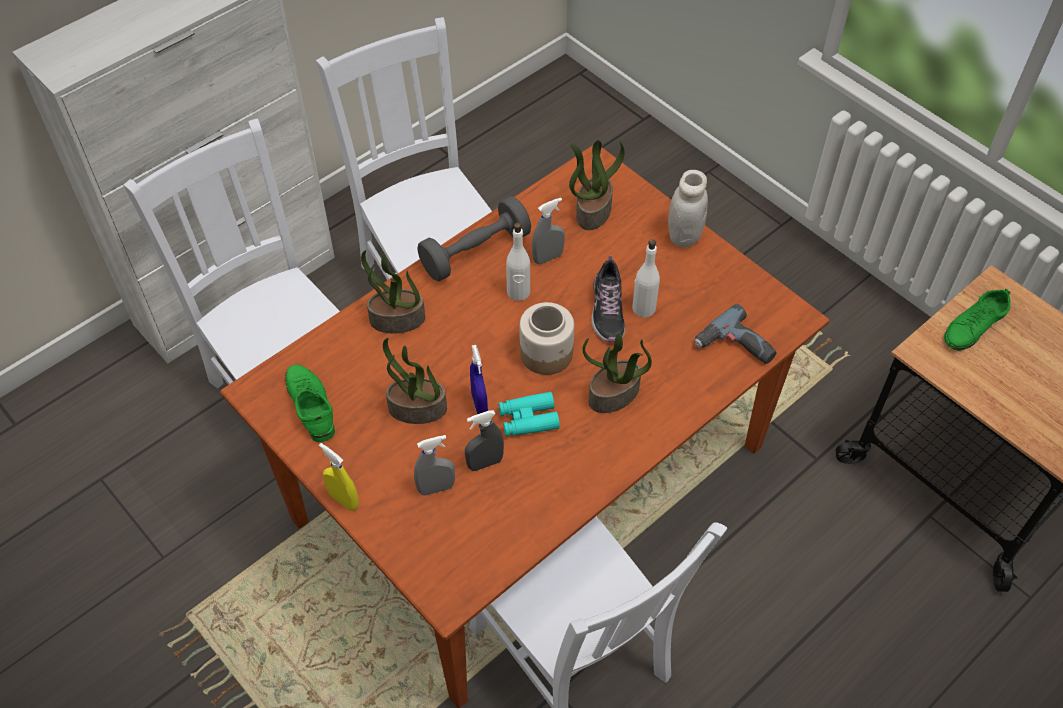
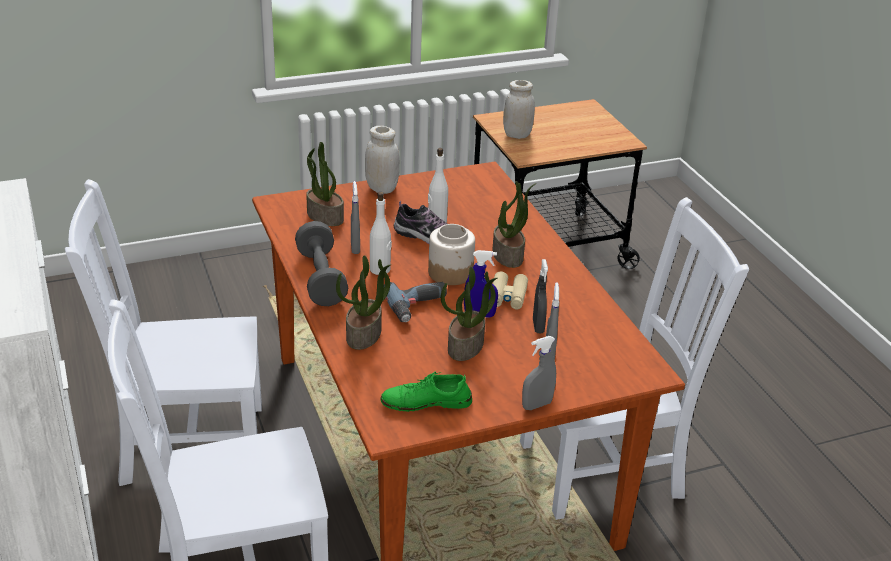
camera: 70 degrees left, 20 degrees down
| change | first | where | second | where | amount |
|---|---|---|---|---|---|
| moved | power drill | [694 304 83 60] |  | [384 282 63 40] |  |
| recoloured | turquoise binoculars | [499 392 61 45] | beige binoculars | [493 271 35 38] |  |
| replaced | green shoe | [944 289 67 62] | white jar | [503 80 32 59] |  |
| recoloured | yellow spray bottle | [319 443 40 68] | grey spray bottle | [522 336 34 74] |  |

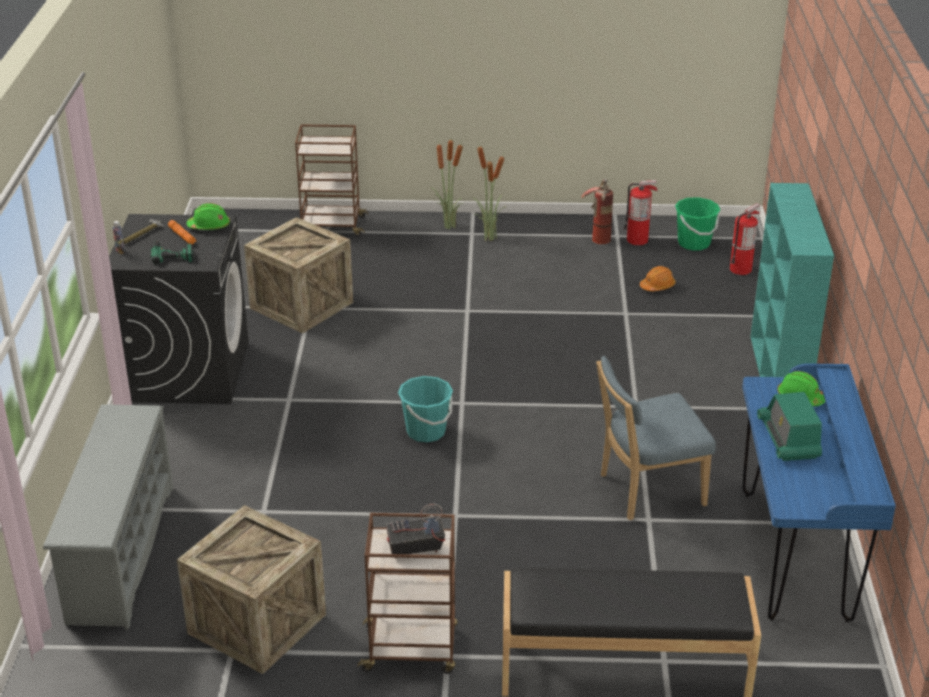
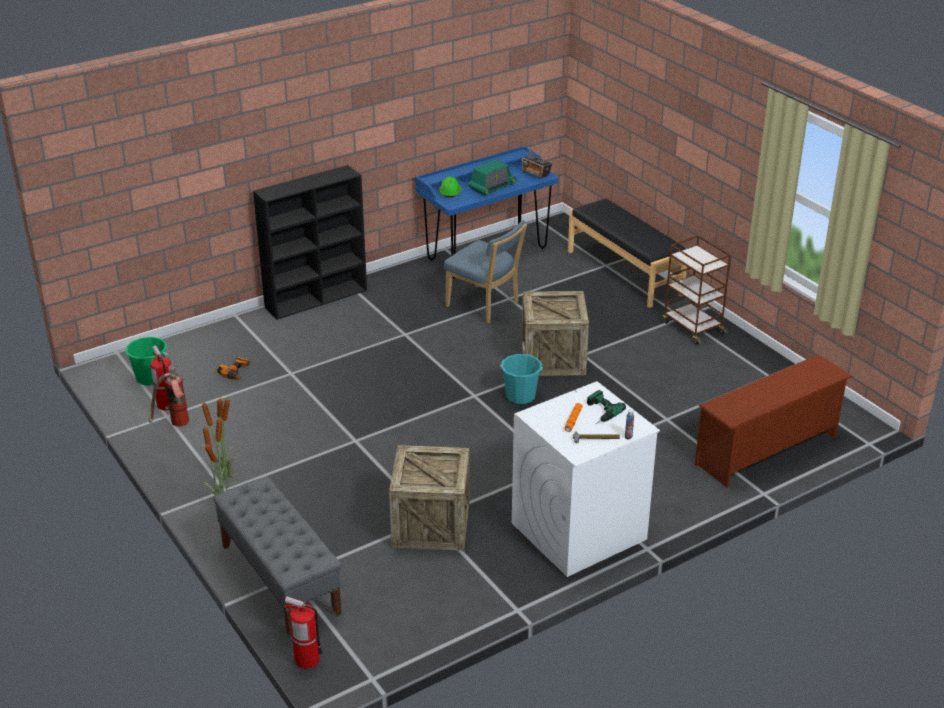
camera: 125 degrees left, 0 degrees up
| change | first | where | second | where | amount |
|---|---|---|---|---|---|
| replaced | brown cart | [295 124 73 113] | grey bench | [213 477 128 160] |  |
| replaced | orange hard hat | [640 266 36 25] | power drill | [217 357 33 24] |  |
| recoloured | turquoise bookcase | [750 183 84 194] | black bookcase | [253 165 114 155] |  |
| moved | fire extinguisher | [730 203 30 72] |  | [284 596 39 73] |  |
| recoloured | black washing machine | [109 214 140 190] | white washing machine | [512 381 148 196] |  |
| moved | radio | [386 504 59 54] |  | [521 140 31 39] |  |
| moved | crate | [177 505 149 169] |  | [522 291 67 85] |  |
| recoloured | grey shoe rack | [43 404 130 225] | brown shoe rack | [695 355 158 132] |  |
| removed | green hard hat | [187 203 43 27] |  |  |  |

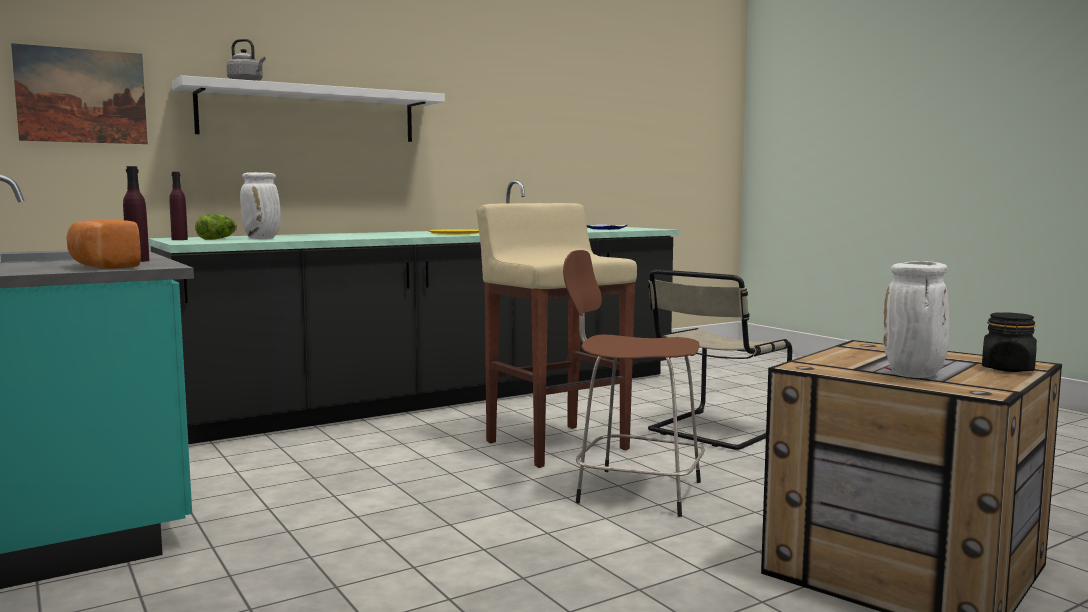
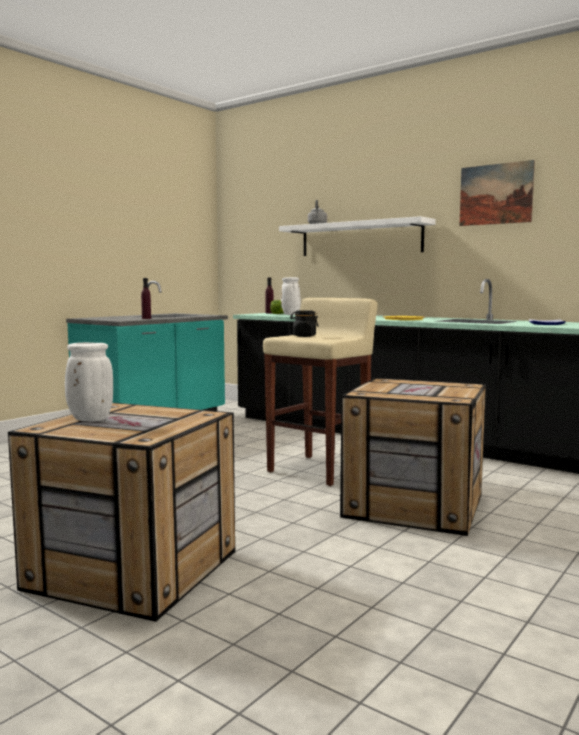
camera: 70 degrees right, 0 degrees up
| change | first | where | second | where | amount |
|---|---|---|---|---|---|
| moved | black jar | [982 312 55 60] |  | [290 310 28 27] |  |
| replaced | beige chair | [648 269 144 181] | crate | [340 378 146 158] |  |
| moved | picture | [11 43 137 101] |  | [459 160 76 66] |  |
| removed | bread | [66 219 75 50] |  |  |  |
| removed | brown stool | [563 250 142 267] |  |  |  |

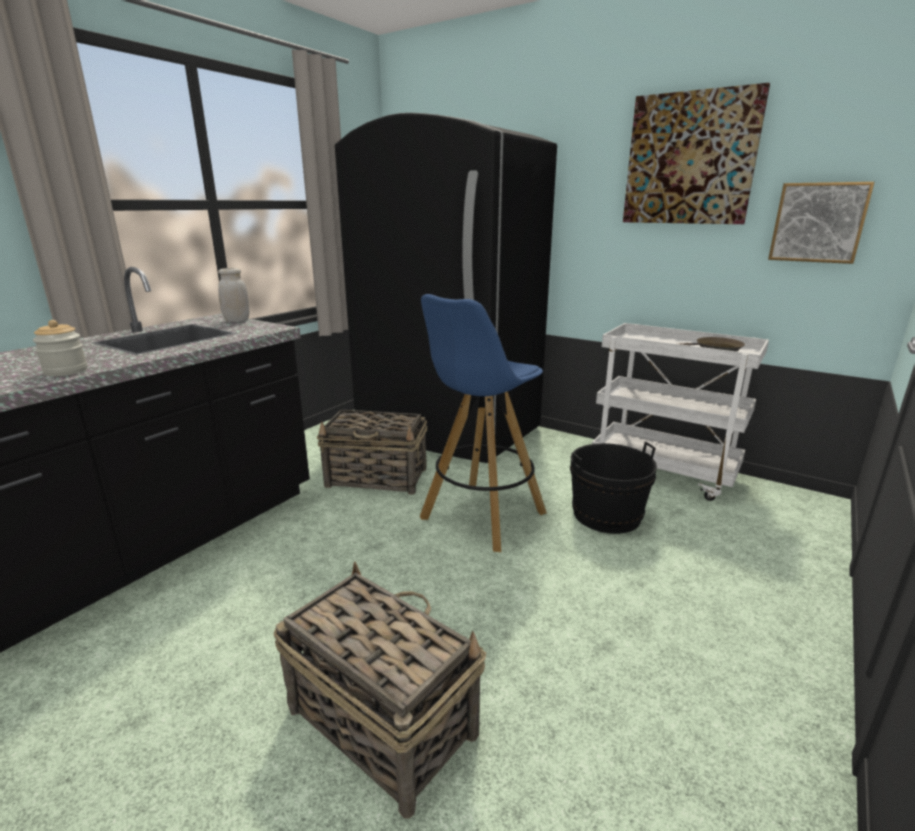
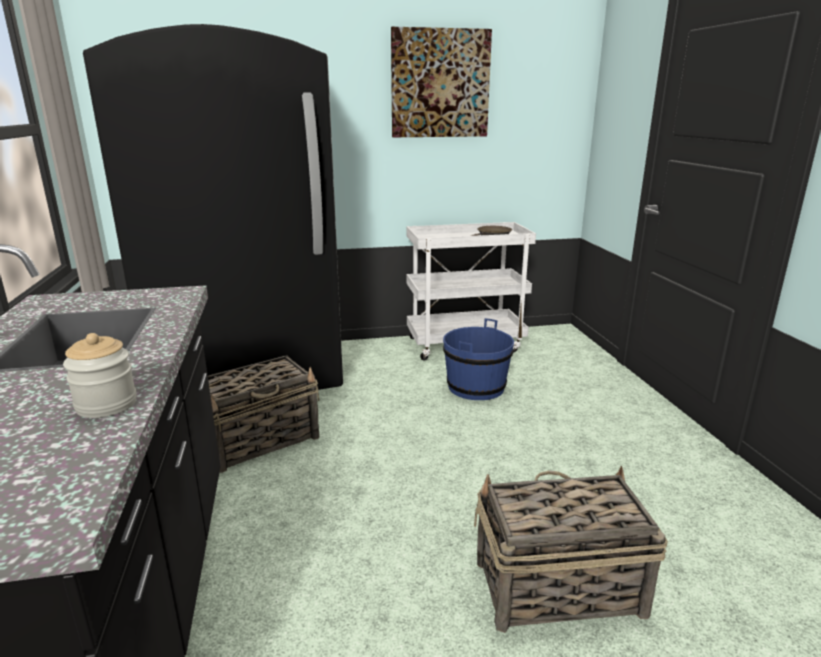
camera: 45 degrees left, 0 degrees up
| change | first | where | second | where | amount |
|---|---|---|---|---|---|
| recoloured | black bucket | [570 442 87 92] | blue bucket | [443 318 71 82] |  |
| removed | white jar | [218 268 32 54] |  |  |  |
| removed | blue stool | [420 294 127 258] |  |  |  |
| removed | picture | [768 182 107 82] |  |  |  |

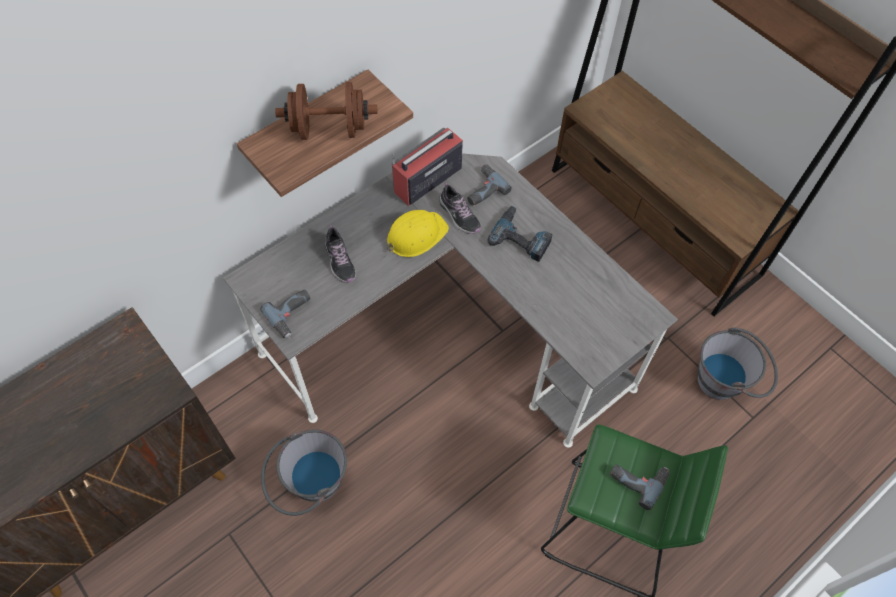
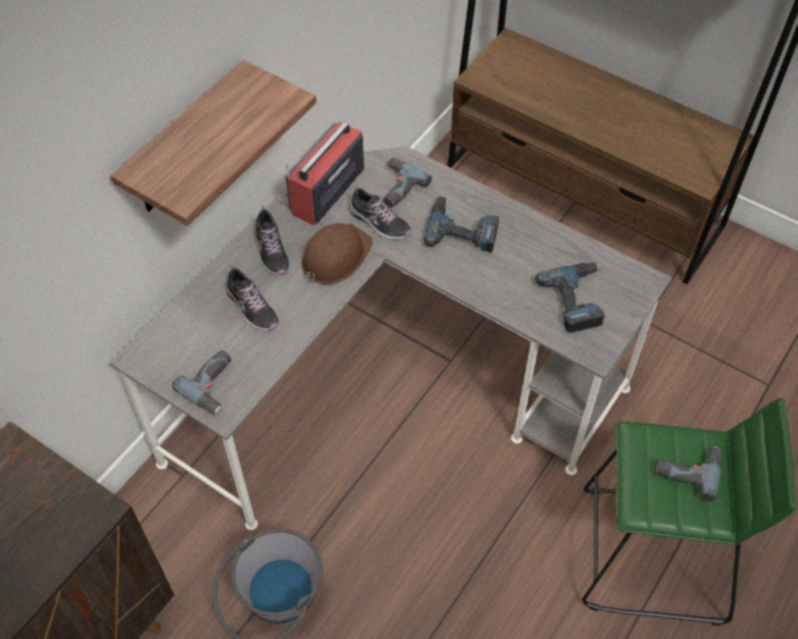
camera: 15 degrees left, 5 degrees down
| change | first | where | second | where | amount |
|---|---|---|---|---|---|
| added |  |  | shoe | [255 206 35 69] |  |
| recoloured | yellow hard hat | [387 210 62 47] | brown hard hat | [301 223 72 62] |  |
| added |  |  | power drill | [535 262 70 71] |  |
| removed | brown dumbbell | [275 82 103 58] |  |  |  |
| removed | grey bucket | [698 327 80 73] |  |  |  |

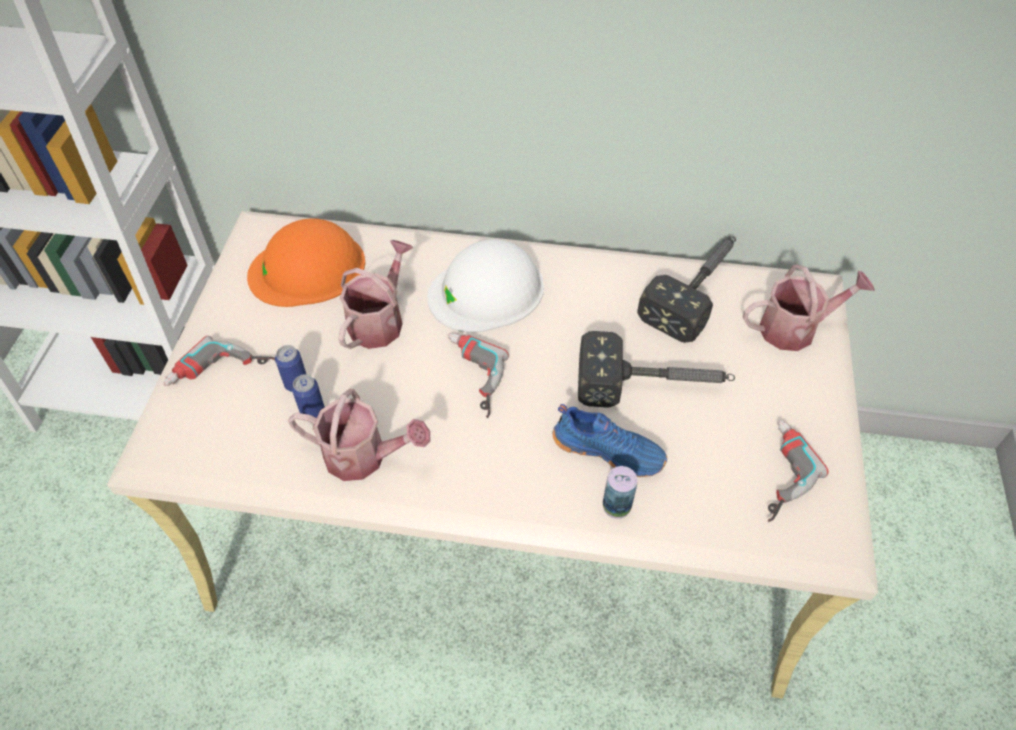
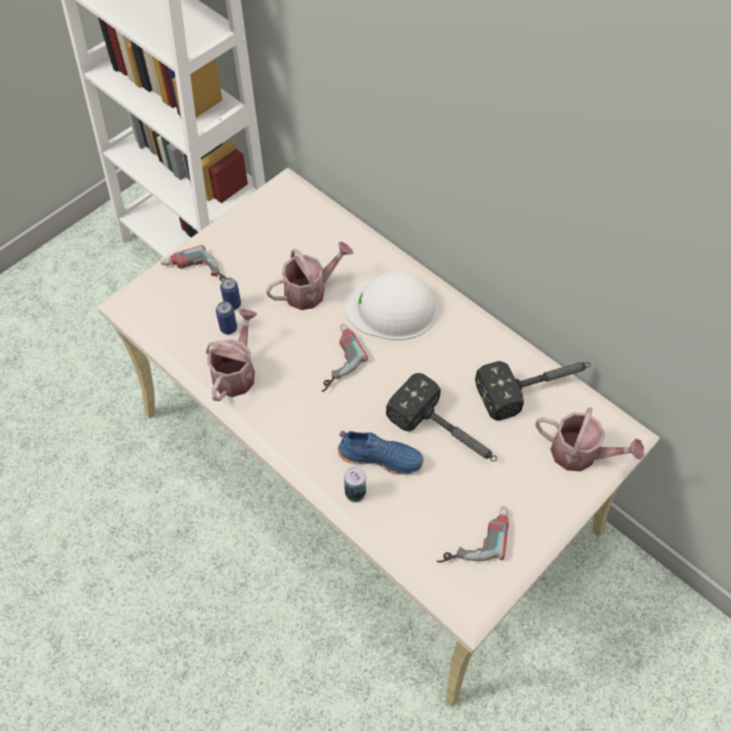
camera: 35 degrees right, 5 degrees up
| change | first | where | second | where | amount |
|---|---|---|---|---|---|
| turned | watering can | [288 388 142 93] |  | [206 309 51 92] | 120 degrees counterclockwise |
| turned | blue shoe | [553 404 114 73] |  | [338 431 86 44] | 45 degrees counterclockwise |
| removed | orange hard hat | [247 218 118 89] |  |  |  |

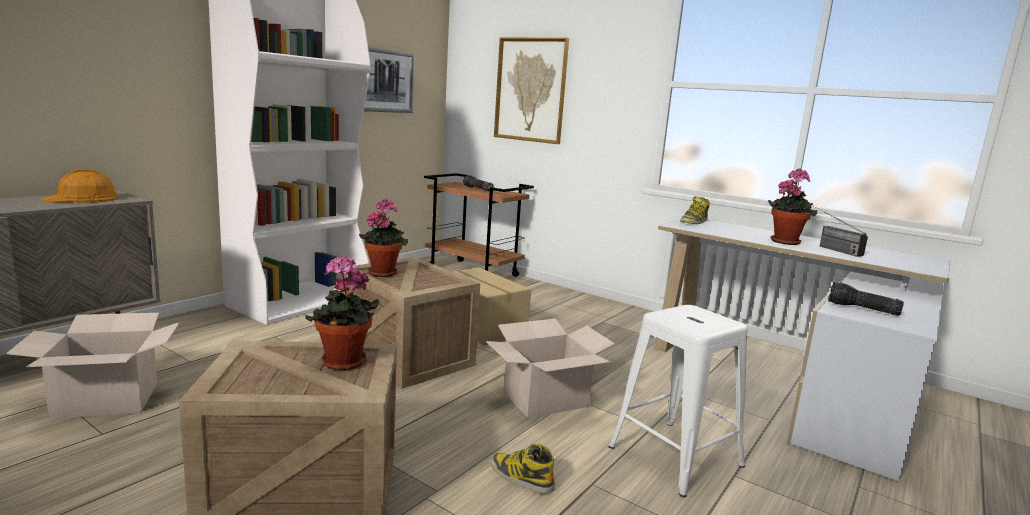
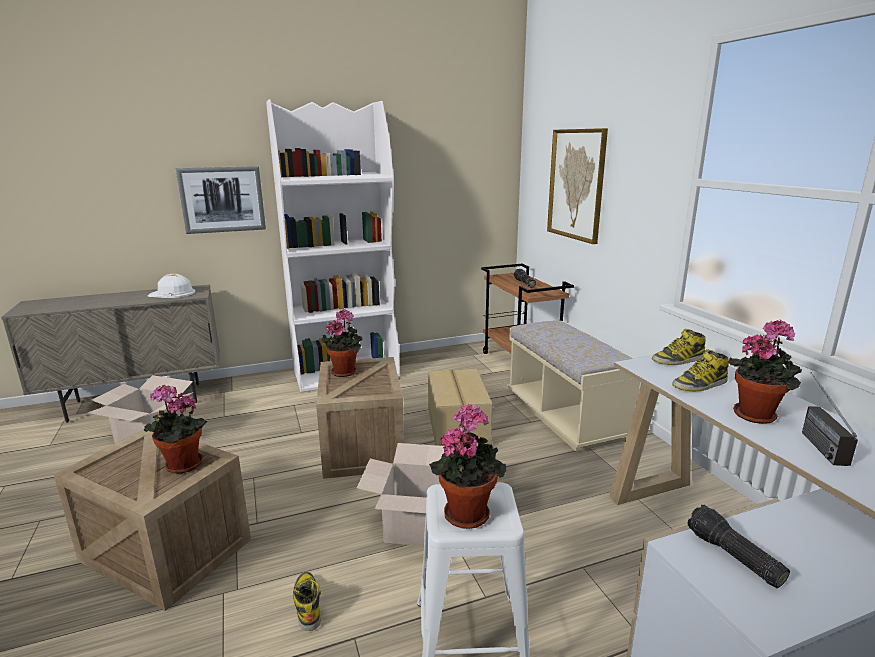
camera: 35 degrees right, 5 degrees up
| change | first | where | second | where | amount |
|---|---|---|---|---|---|
| recoloured | orange hard hat | [41 170 78 33] | white hard hat | [148 274 47 24] |  |
| moved | picture | [364 47 51 66] |  | [176 166 90 68] |  |
| added |  |  | potted plant | [429 404 78 125] |  |
| added |  |  | beige bench | [507 321 133 130] |  |
| added |  |  | boot | [672 349 57 42] |  |

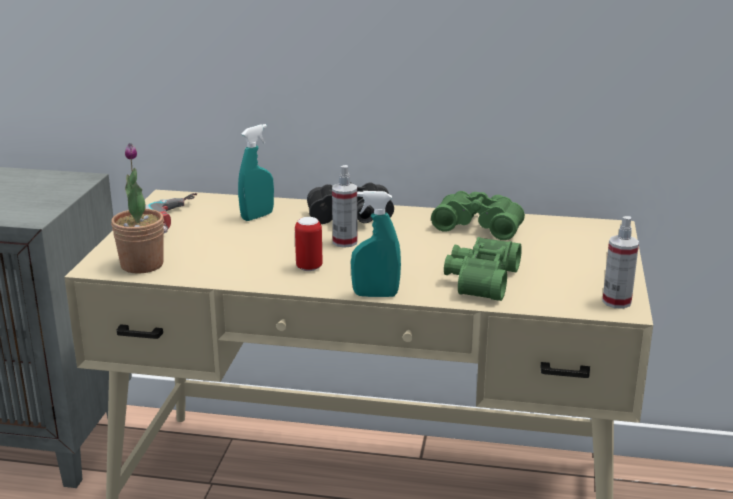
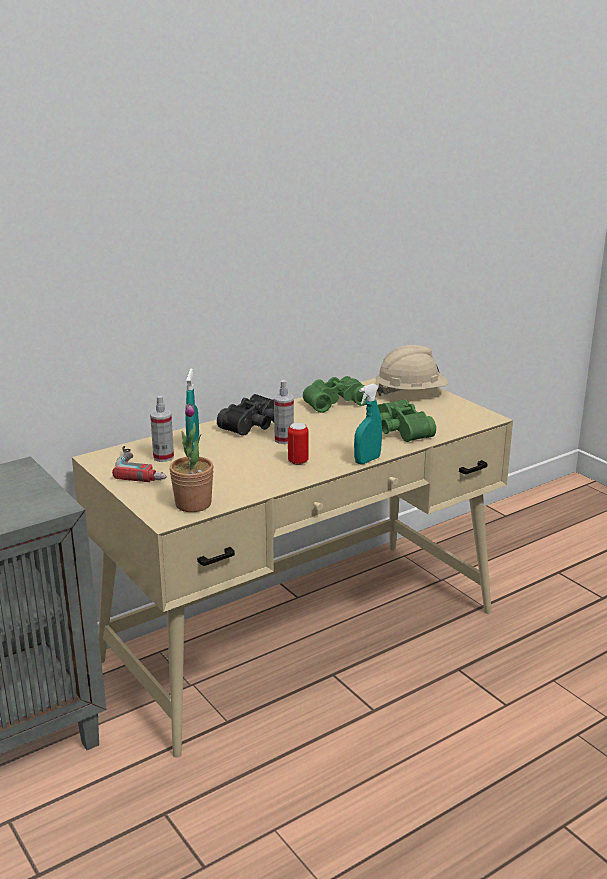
camera: 45 degrees left, 0 degrees up
| change | first | where | second | where | amount |
|---|---|---|---|---|---|
| moved | spray bottle | [602 216 37 93] |  | [150 396 24 66] |  |
| added |  |  | beige hard hat | [375 345 74 51] |  |

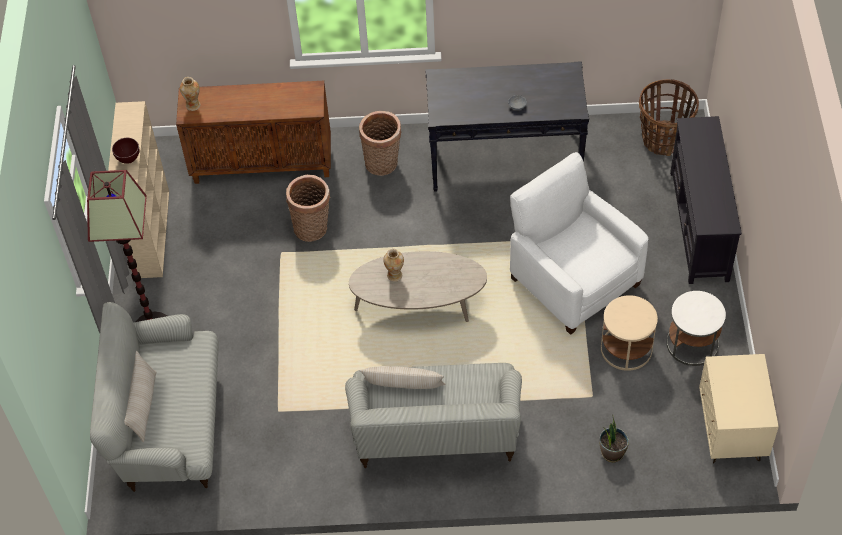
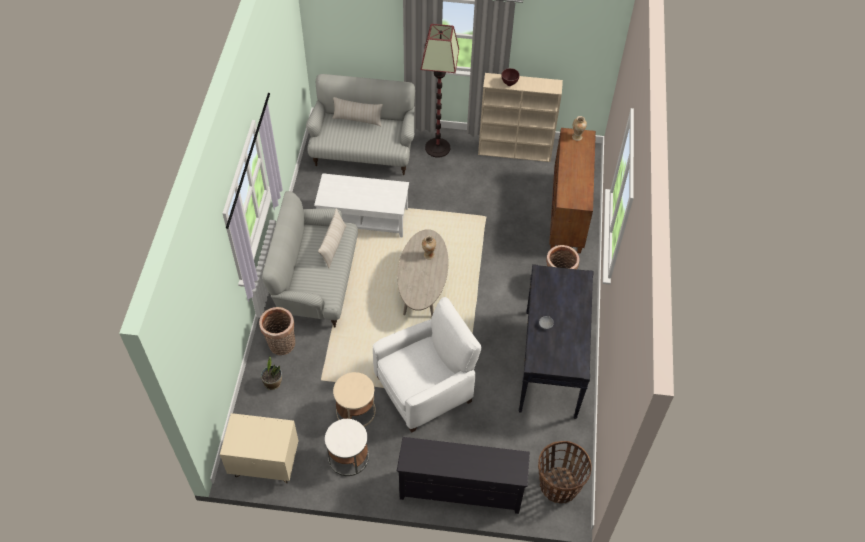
camera: 95 degrees right, 0 degrees up
| change | first | where | second | where | amount |
|---|---|---|---|---|---|
| moved | basket | [286 175 44 67] |  | [259 307 36 48] |  |
| added |  |  | white coffee table | [314 173 95 64] |  |

